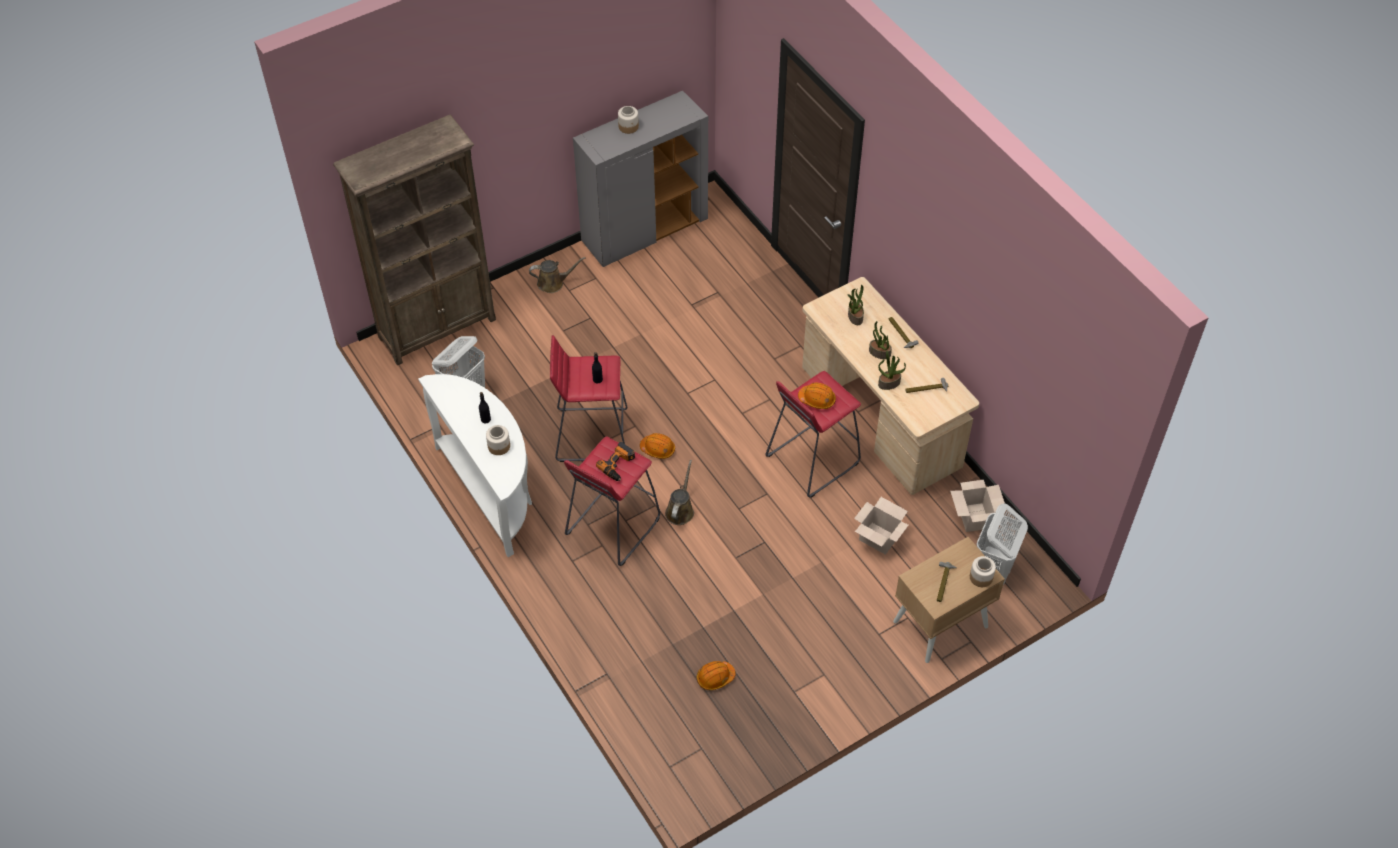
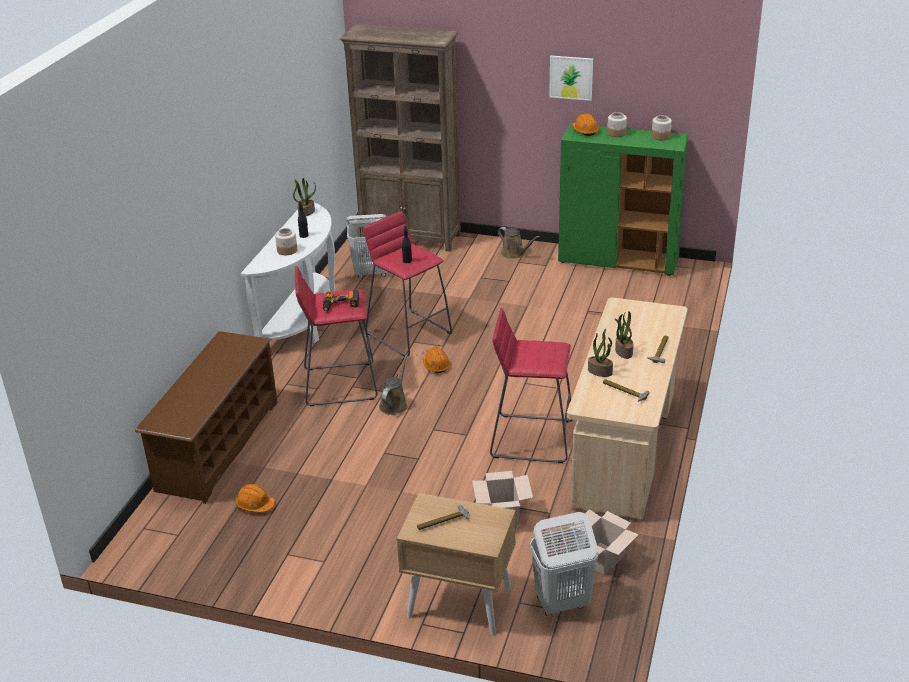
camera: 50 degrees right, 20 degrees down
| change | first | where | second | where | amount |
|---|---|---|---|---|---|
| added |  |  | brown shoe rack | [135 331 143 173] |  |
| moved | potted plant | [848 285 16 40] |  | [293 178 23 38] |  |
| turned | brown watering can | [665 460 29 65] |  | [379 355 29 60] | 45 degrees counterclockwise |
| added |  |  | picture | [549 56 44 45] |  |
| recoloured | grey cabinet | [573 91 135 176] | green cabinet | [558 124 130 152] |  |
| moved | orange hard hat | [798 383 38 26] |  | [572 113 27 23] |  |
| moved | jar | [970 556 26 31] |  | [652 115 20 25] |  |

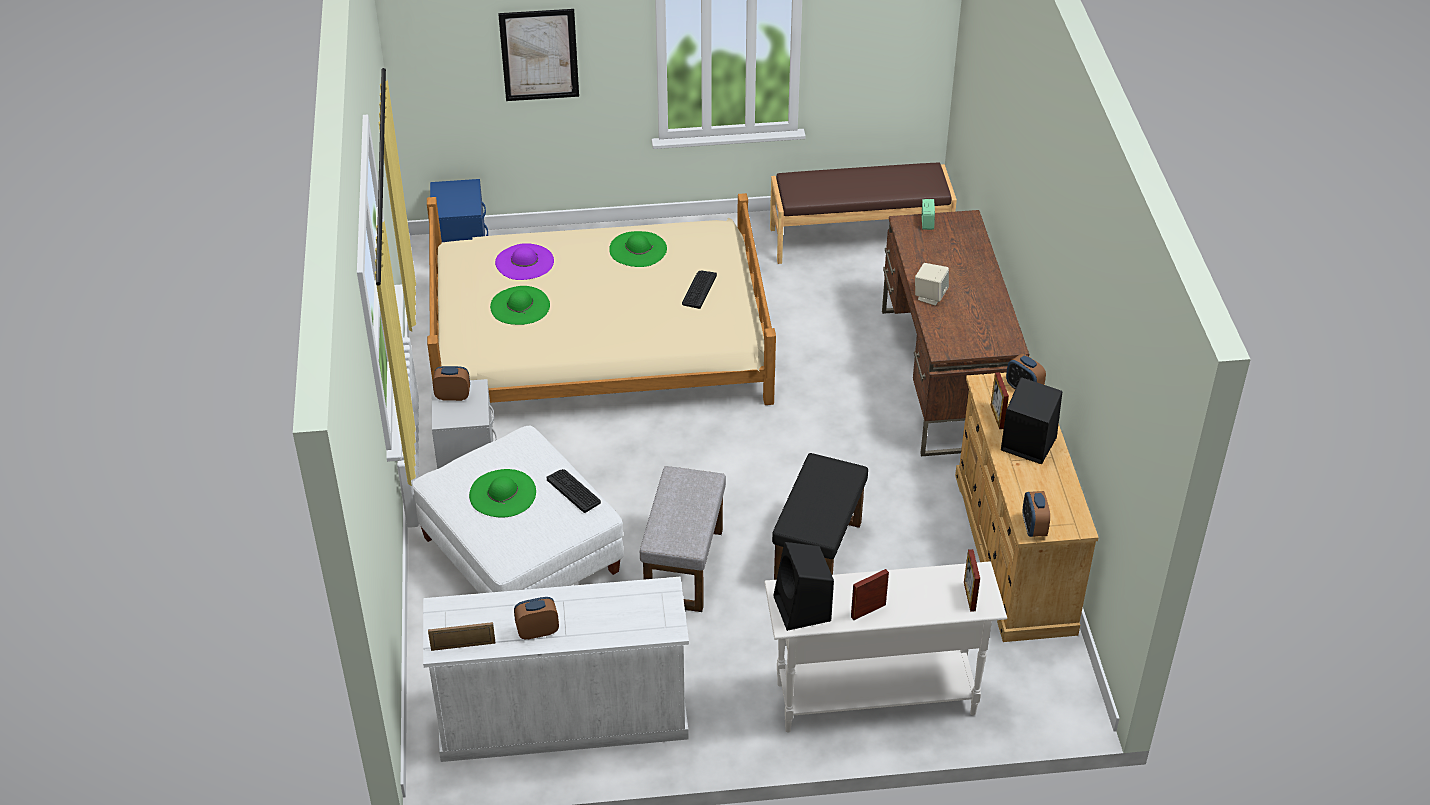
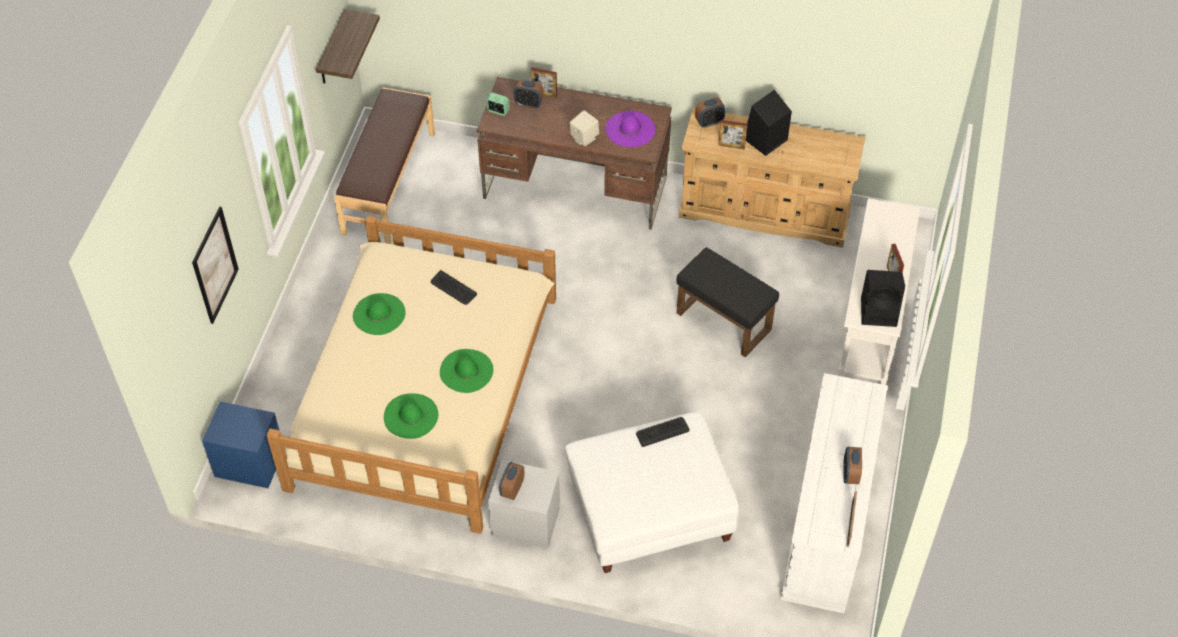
camera: 70 degrees left, 10 degrees up
| change | first | where | second | where | amount |
|---|---|---|---|---|---|
| added |  |  | shelf | [316 9 64 75] |  |
| moved | green hat | [469 469 67 48] |  | [440 349 53 44] |  |
| moved | alarm clock | [1023 491 27 46] |  | [514 80 30 29] |  |
| moved | picture frame | [964 549 16 63] |  | [531 67 26 31] |  |
| moved | purple hat | [495 243 59 37] |  | [606 111 49 36] |  |
| removed | grey ottoman | [640 466 86 146] |  |  |  |

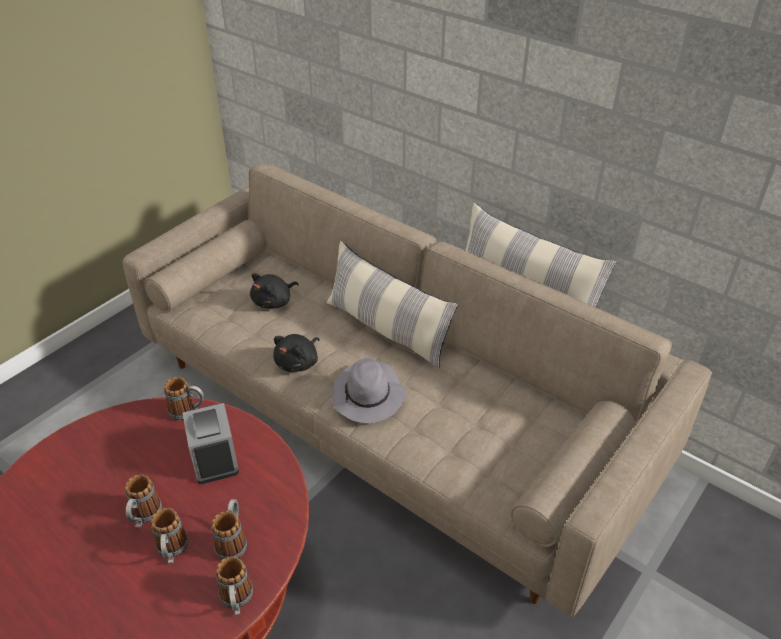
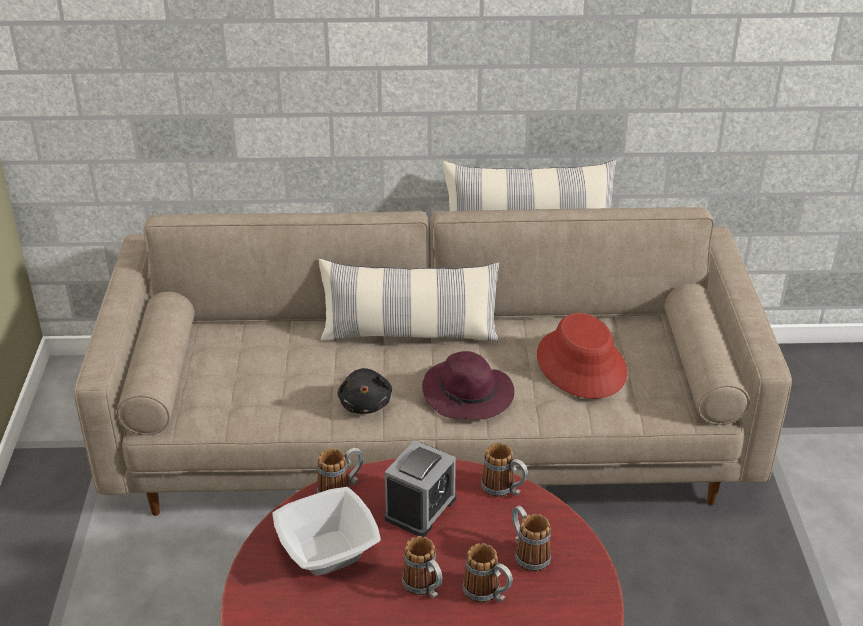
camera: 40 degrees left, 5 degrees down
| change | first | where | second | where | amount |
|---|---|---|---|---|---|
| added |  |  | bowl | [272 487 109 89] |  |
| turned | alarm clock | [183 403 56 81] |  | [384 440 72 97] | 90 degrees counterclockwise |
| recoloured | grey hat | [332 358 74 65] | purple hat | [422 351 92 68] |  |
| moved | mug | [216 556 37 60] |  | [481 443 47 54] |  |
| added |  |  | red hat | [537 313 90 86] |  |
| removed | black plush toy | [250 273 49 35] |  |  |  |

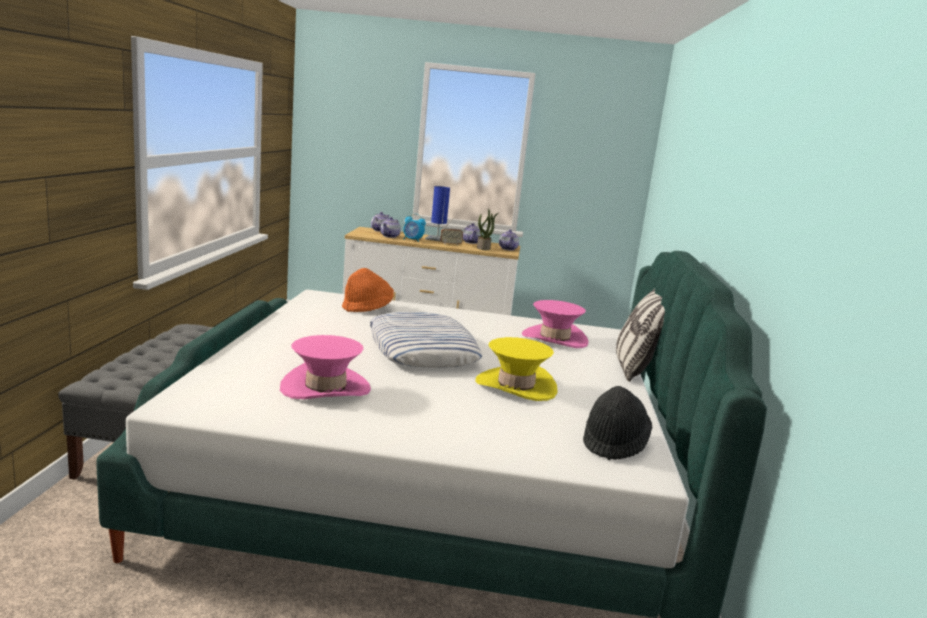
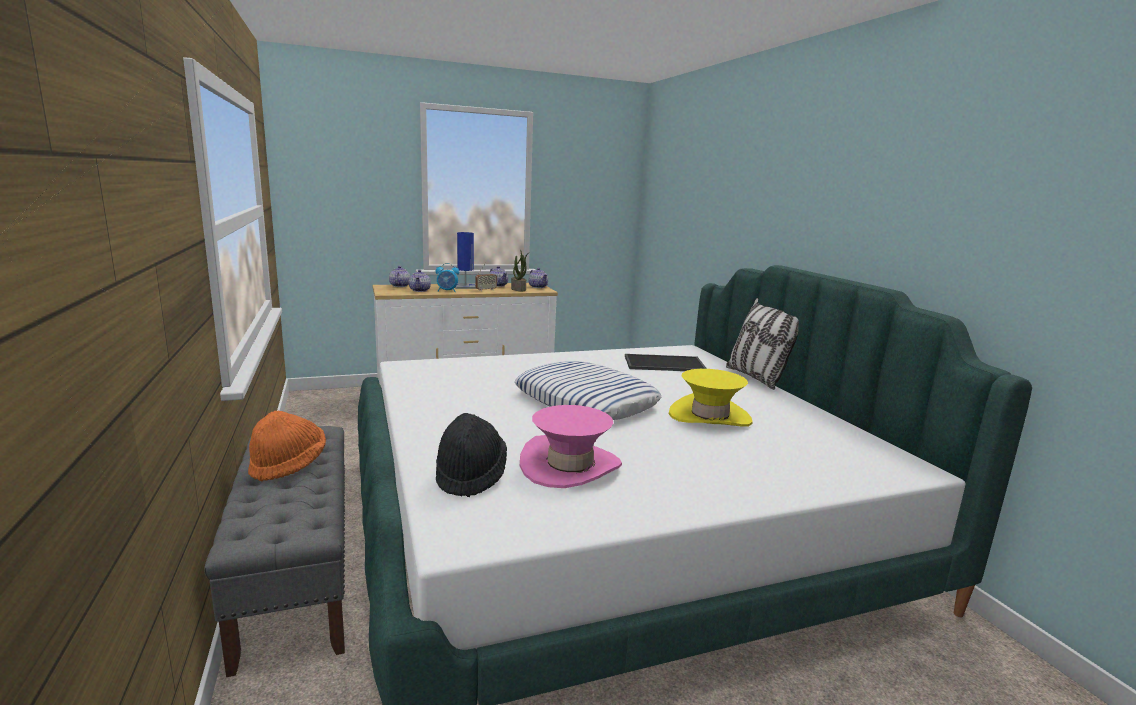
camera: 25 degrees left, 0 degrees up
| change | first | where | second | where | amount |
|---|---|---|---|---|---|
| moved | orange hat | [342 268 52 44] |  | [248 410 78 72] |  |
| moved | black hat | [583 386 69 74] |  | [436 413 71 84] |  |
| replaced | pink hat | [522 300 67 48] | tray | [625 354 82 17] |  |

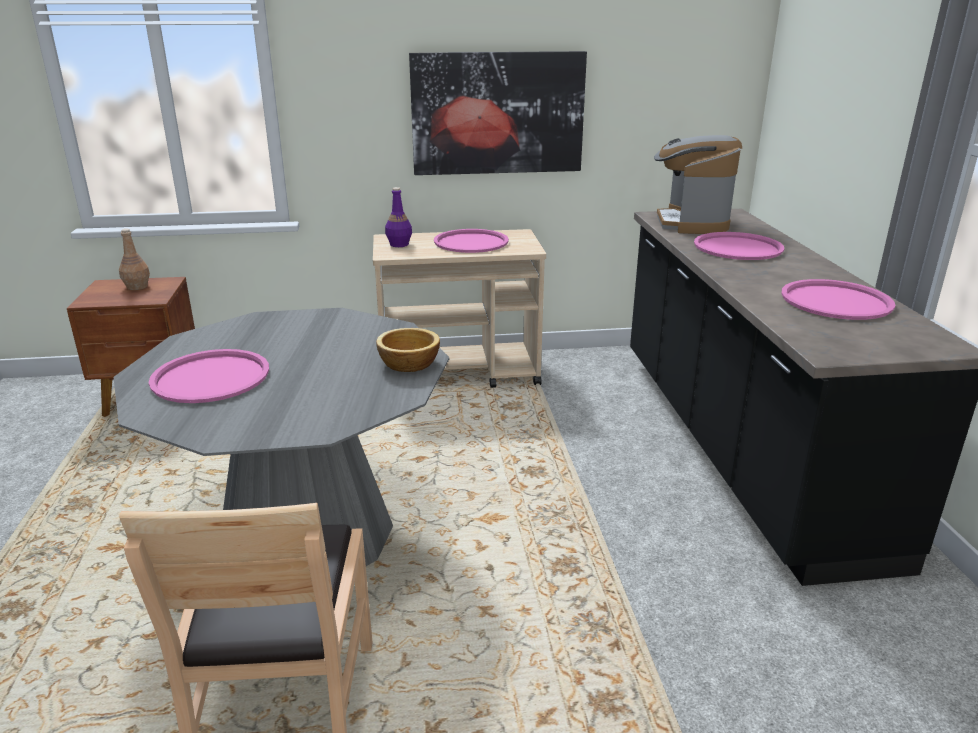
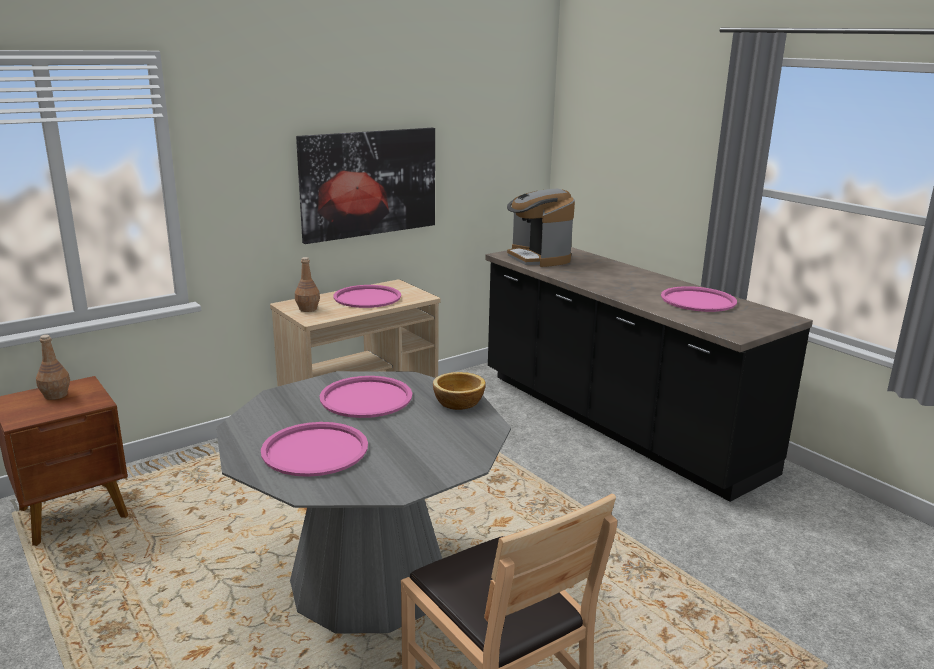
camera: 30 degrees left, 5 degrees down
| change | first | where | second | where | amount |
|---|---|---|---|---|---|
| recoloured | purple bottle | [385 187 27 60] | brown bottle | [295 257 25 55] |  |
| moved | pink tray | [694 232 90 28] |  | [320 376 92 42] |  |

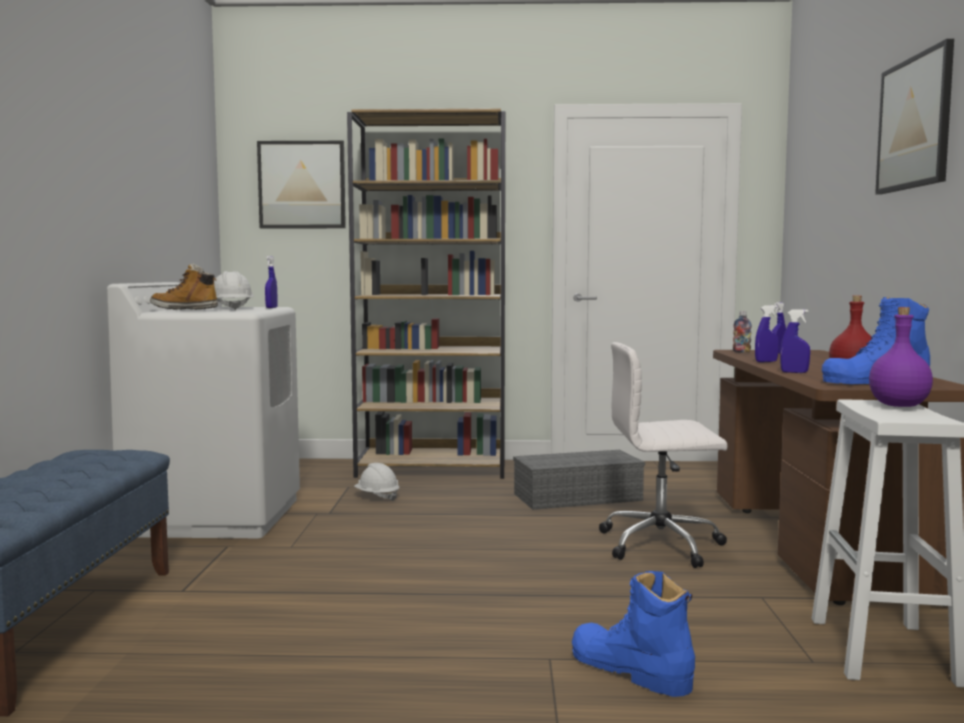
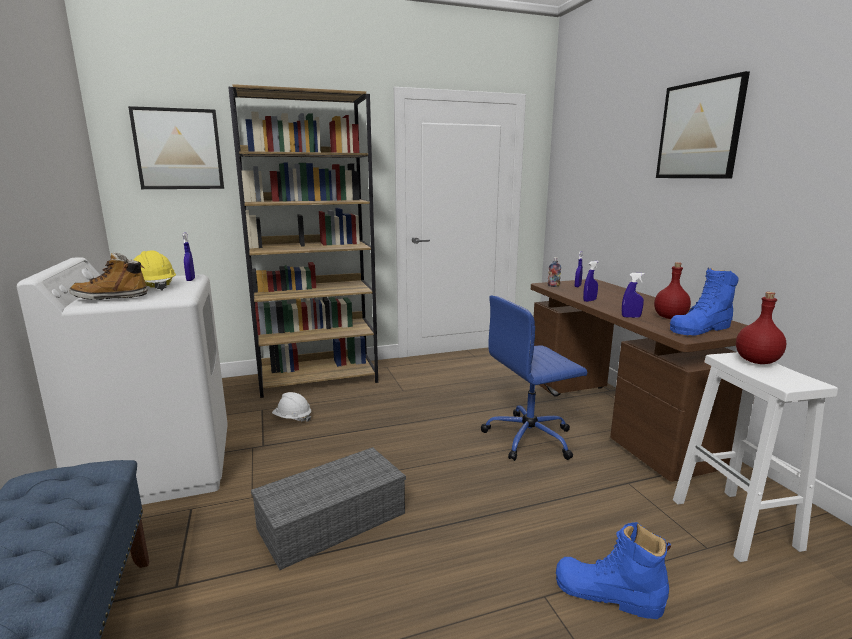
camera: 20 degrees left, 10 degrees up
| change | first | where | second | where | amount |
|---|---|---|---|---|---|
| recoloured | white hard hat | [214 271 40 39] | yellow hard hat | [134 250 42 41] |  |
| moved | grey storage box | [513 450 132 60] |  | [251 447 155 123] |  |
| recoloured | white office chair | [599 342 129 226] | blue office chair | [481 296 106 165] |  |
| recoloured | purple bottle | [869 307 64 100] | red bottle | [736 292 50 72] |  |

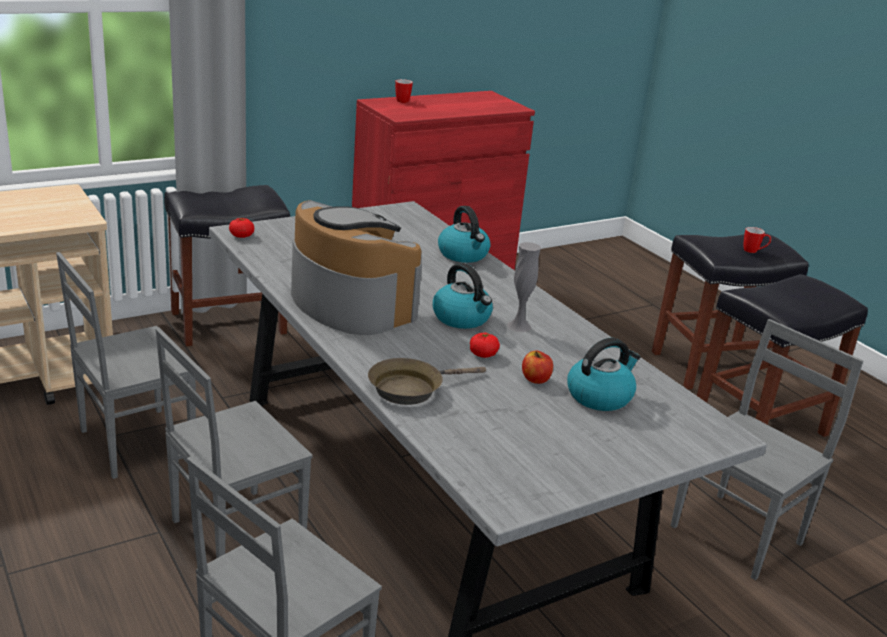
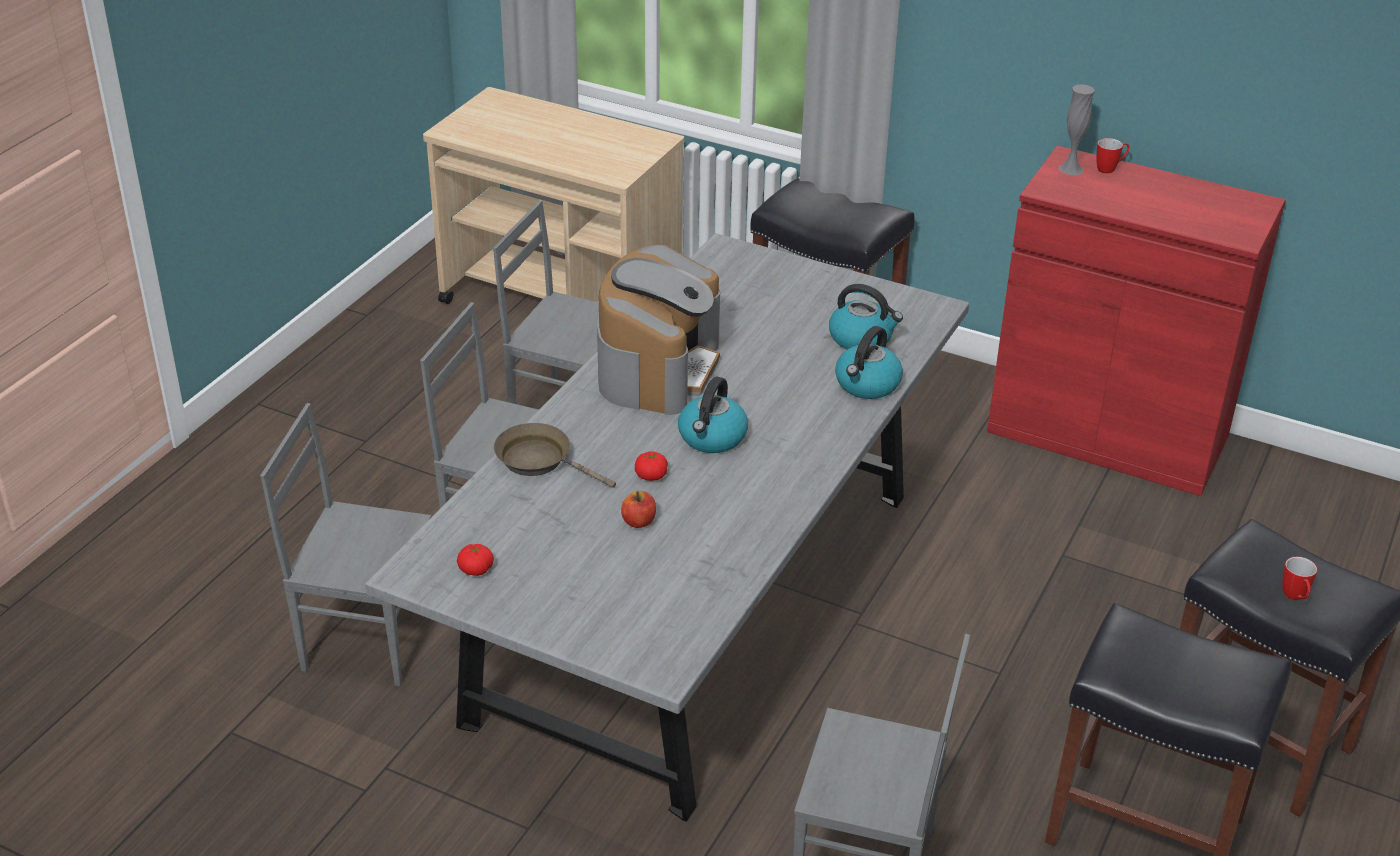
camera: 60 degrees right, 10 degrees up
| change | first | where | second | where | amount |
|---|---|---|---|---|---|
| moved | tomato | [229 218 25 20] |  | [457 544 37 32] |  |
| moved | kettle | [567 338 73 73] |  | [829 284 74 66] |  |
| moved | grey vase | [507 242 34 90] |  | [1059 84 36 91] |  |

